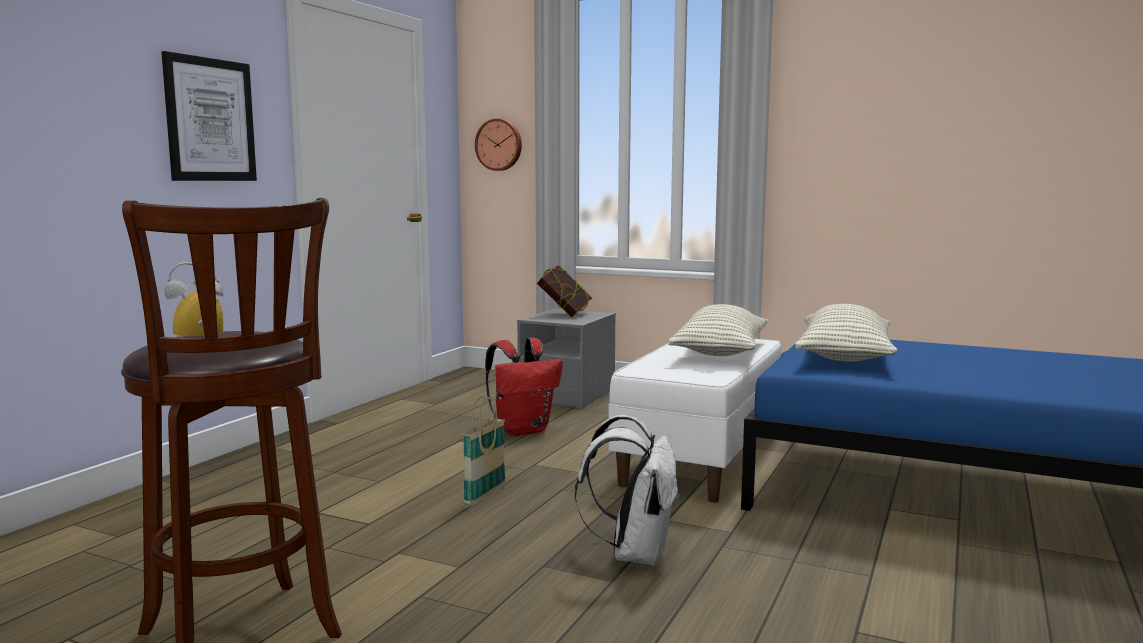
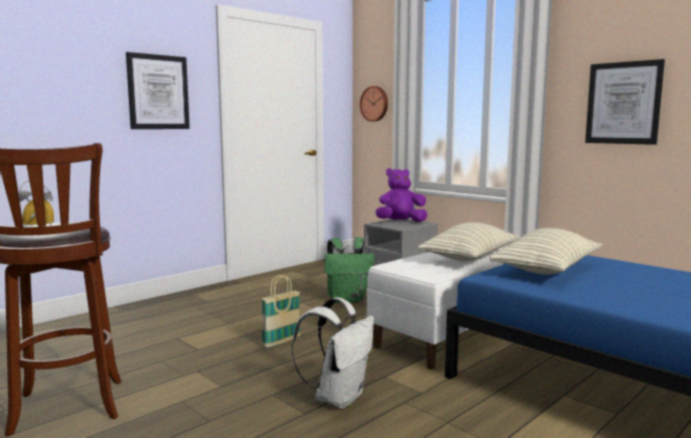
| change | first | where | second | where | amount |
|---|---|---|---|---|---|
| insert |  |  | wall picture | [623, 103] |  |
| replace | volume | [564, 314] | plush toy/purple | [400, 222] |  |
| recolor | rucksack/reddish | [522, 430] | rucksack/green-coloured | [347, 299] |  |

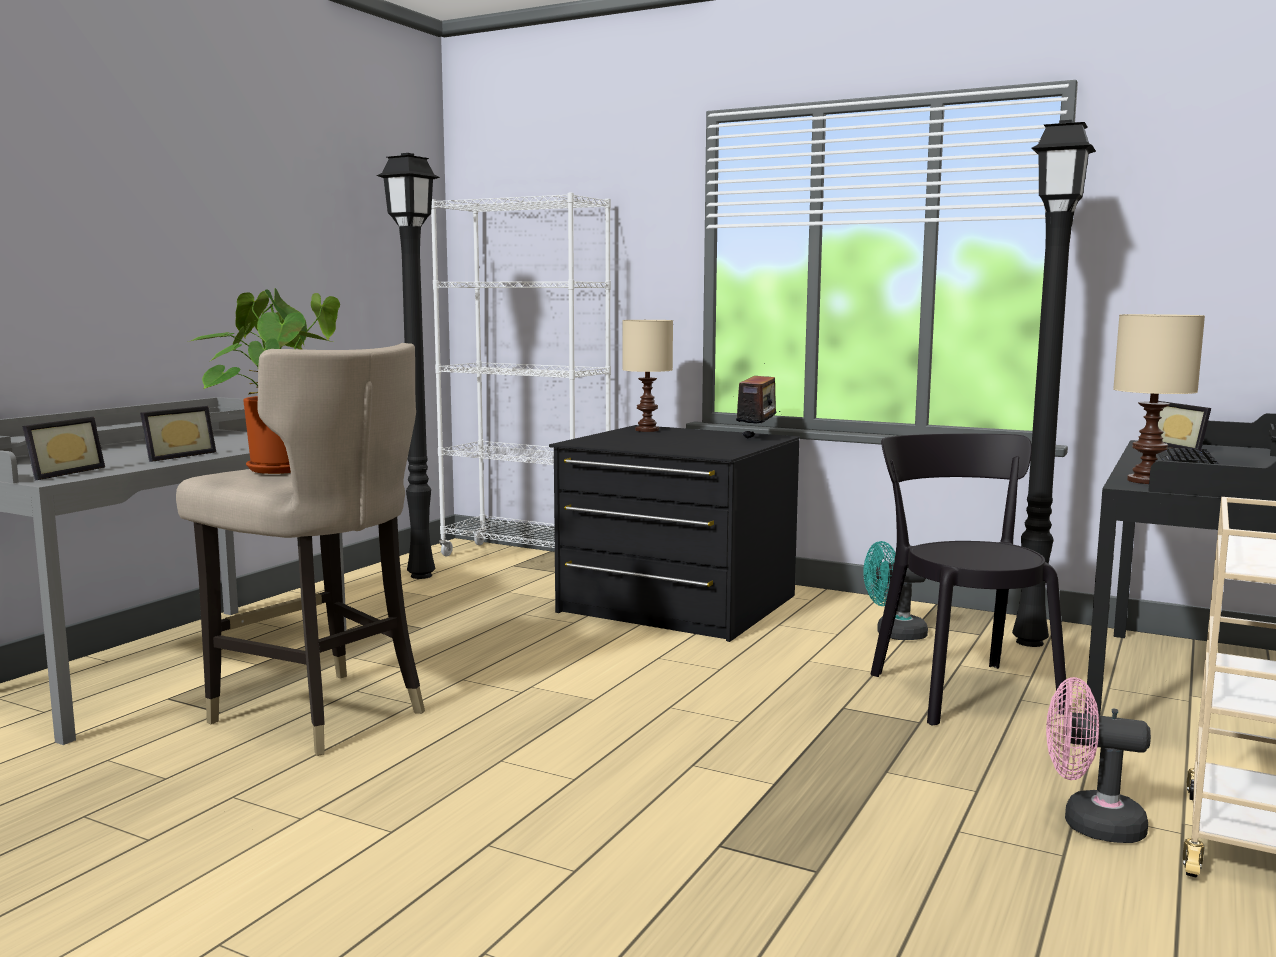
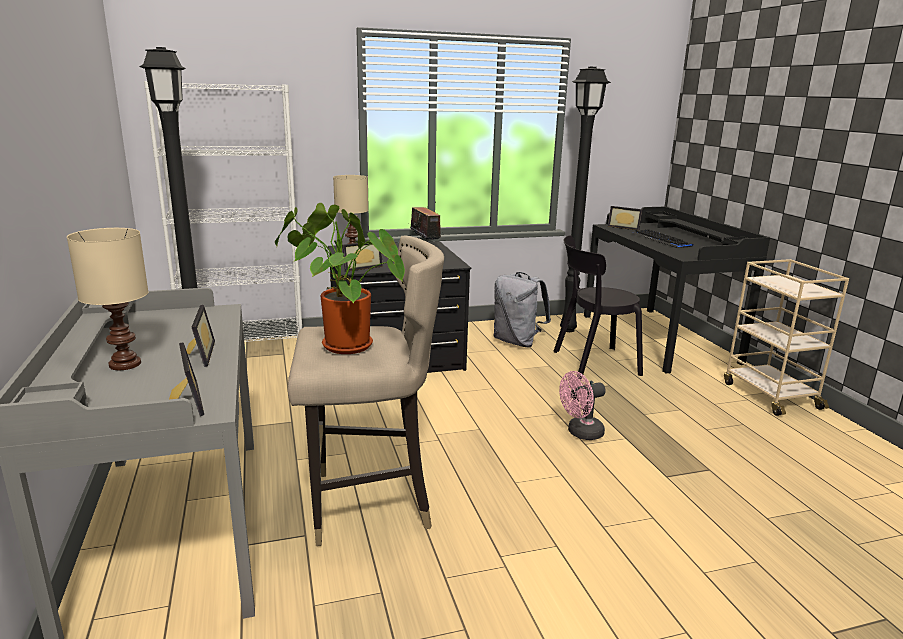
| change | first | where | second | where | amount |
|---|---|---|---|---|---|
| insert |  |  | photo frame | [361, 267] |  |
| move | fan/pink | [1089, 824] |  | [580, 433] |  |
| move | table lamp/beige-coloured | [1145, 481] |  | [123, 364] |  |
| replace | fan/turquoise-coloured | [893, 634] | rucksack/greyish | [517, 342] |  |
| rotate | plain chair/blackish | [960, 689] |  | [591, 363] | 45 degrees counterclockwise |

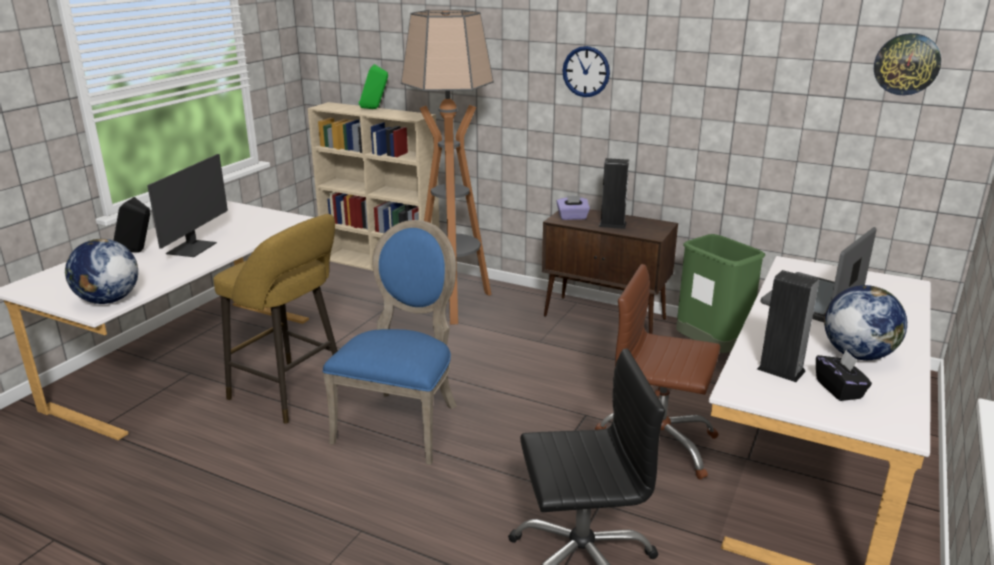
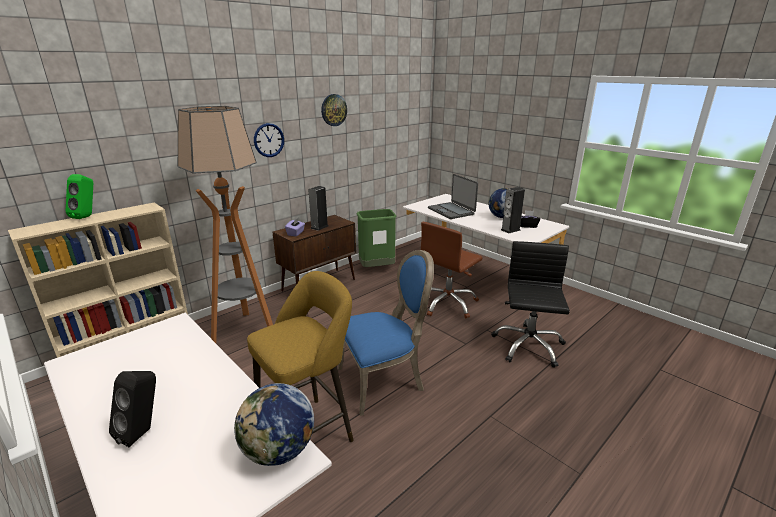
| change | first | where | second | where | amount |
|---|---|---|---|---|---|
| delete | computer screen | [193, 248] |  |  |  |
| move | hanging clock | [906, 64] |  | [333, 110] |  |
| rotate | plain chair/blue | [402, 422] |  | [384, 380] | 120 degrees clockwise |

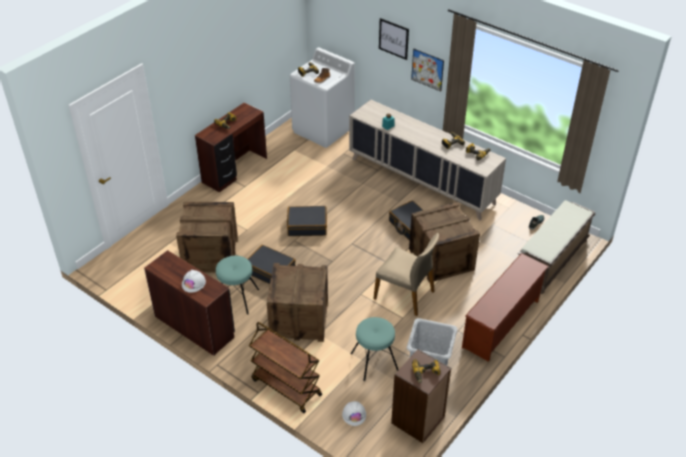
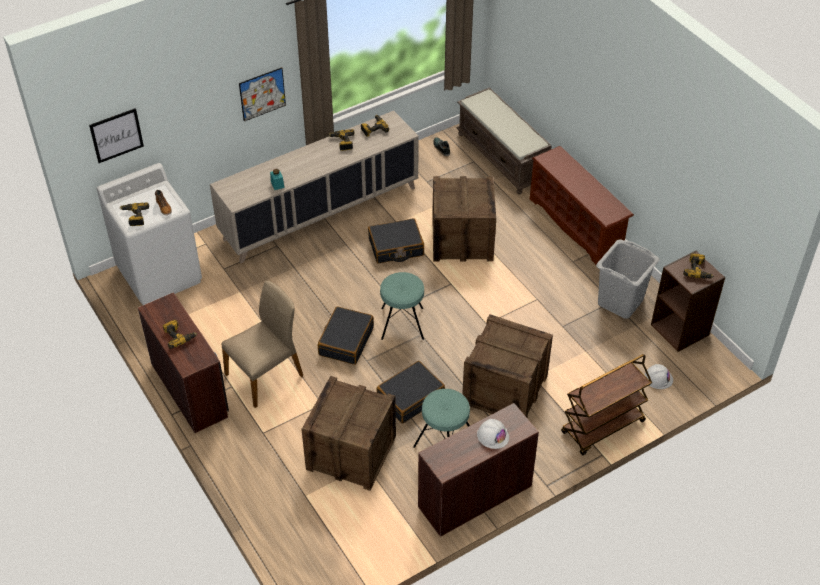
| change | first | where | second | where | amount |
|---|---|---|---|---|---|
| move | sitting stool/turquoise-coloured | [374, 361] |  | [402, 323] |  |
| move | plain chair/beige-coloured | [405, 294] |  | [265, 375] |  |
| move | wall picture | [393, 38] |  | [116, 135] |  |

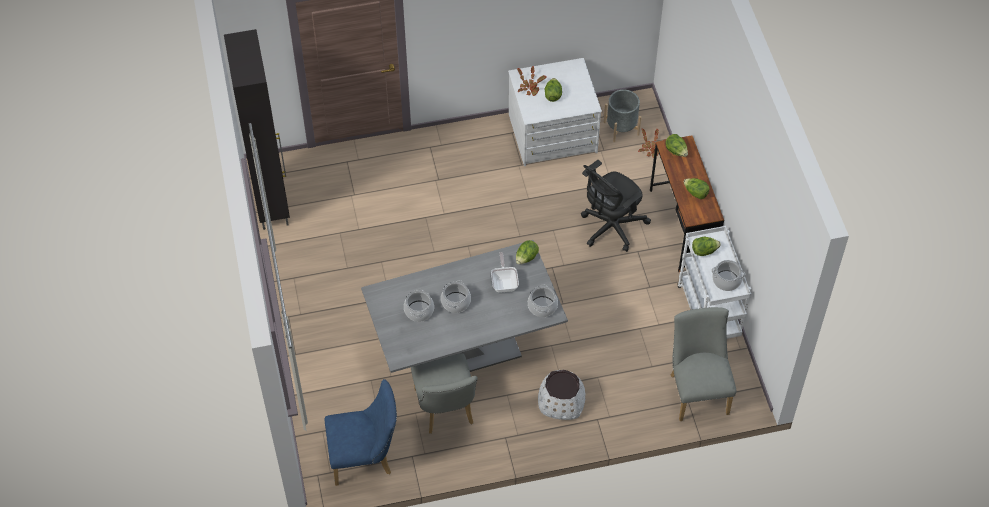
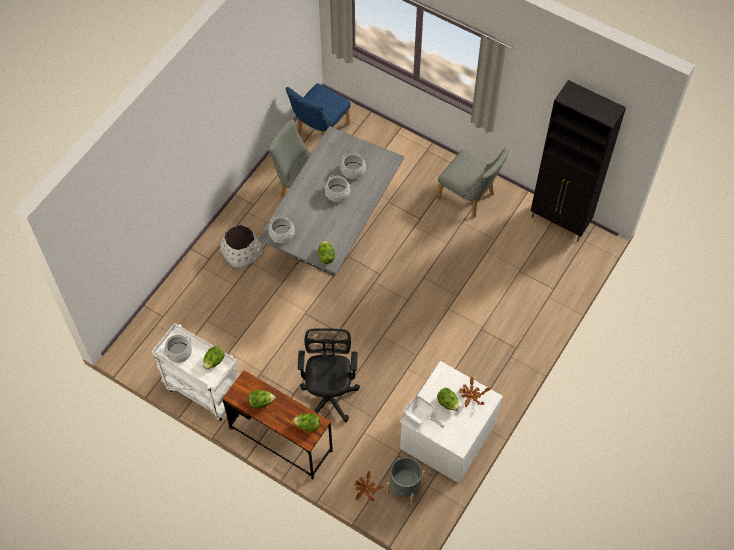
| change | first | where | second | where | amount |
|---|---|---|---|---|---|
| move | skillet | [504, 282] |  | [421, 416] |  |
| move | plain chair/greyish | [697, 390] |  | [469, 198] |  |

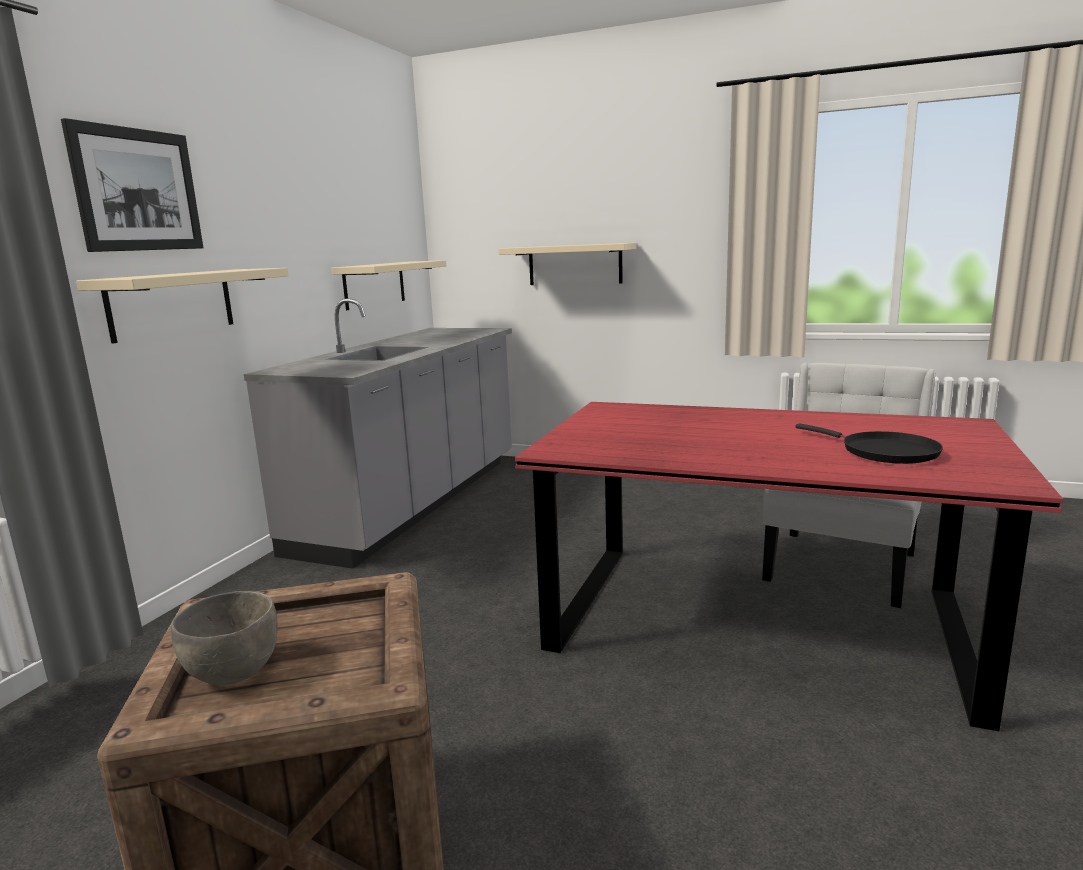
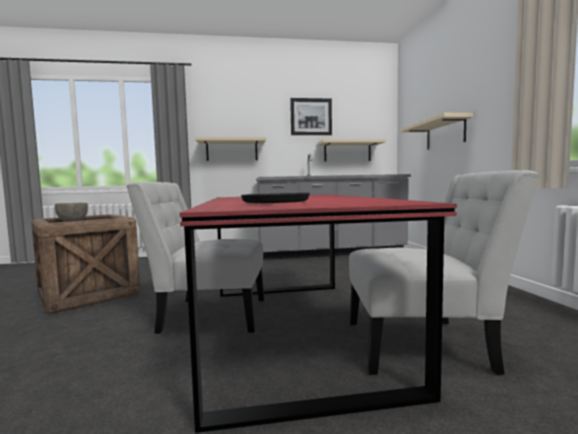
| change | first | where | second | where | amount |
|---|---|---|---|---|---|
| insert |  |  | plain chair/whitish | [208, 315] |  |
| move | wall picture | [137, 190] |  | [311, 117] |  |

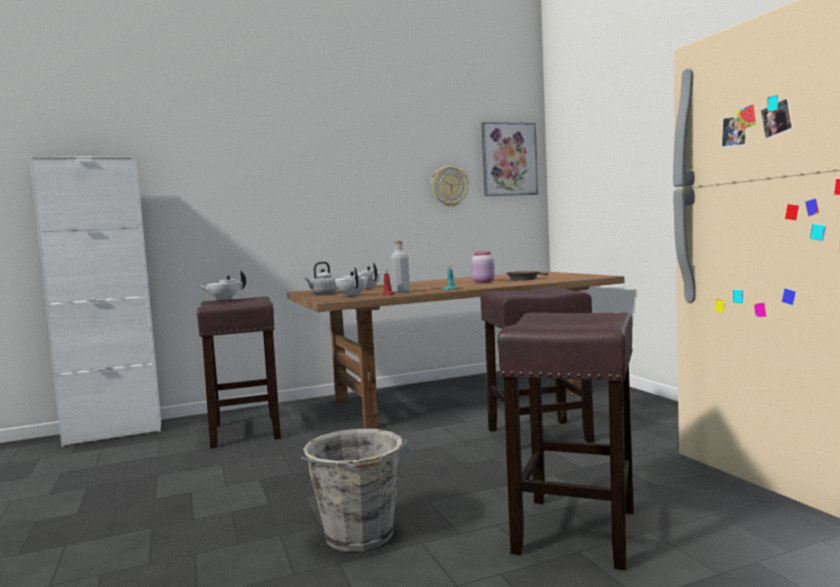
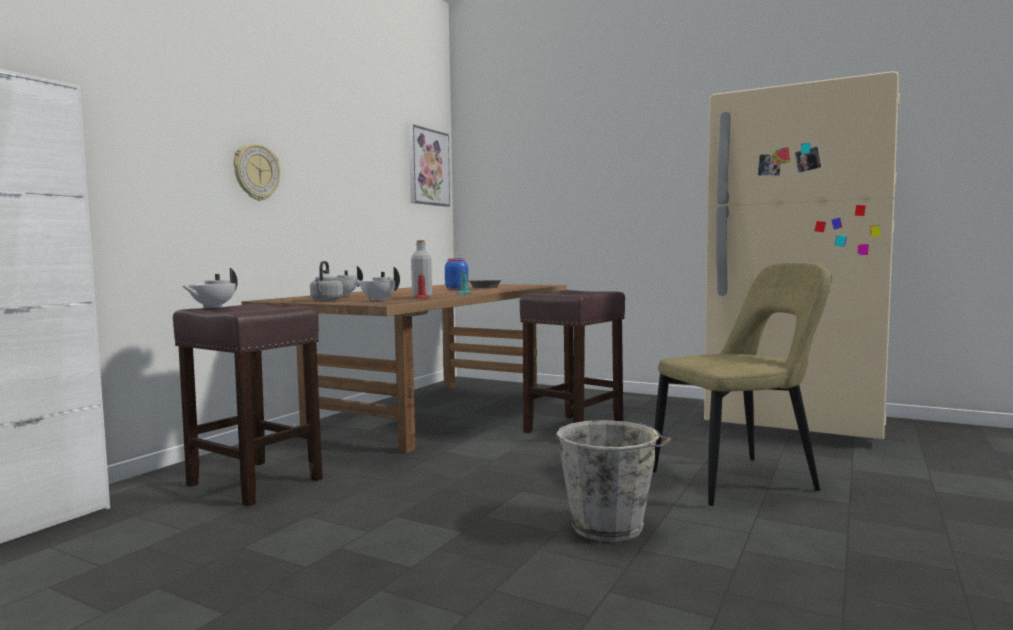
| change | first | where | second | where | amount |
|---|---|---|---|---|---|
| move | hanging clock | [449, 186] |  | [256, 172] |  |
| replace | sitting stool/brownish | [575, 532] | plain chair/beige-coloured | [740, 481] |  |
| recolor | jar/pink | [483, 282] | jar/blue | [456, 289] |  |

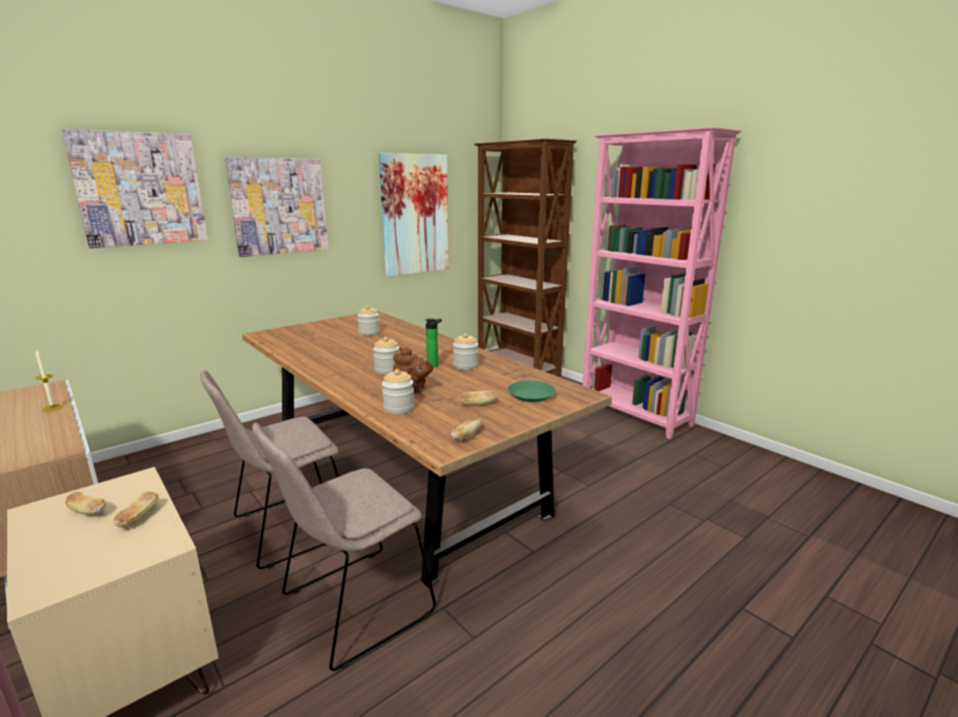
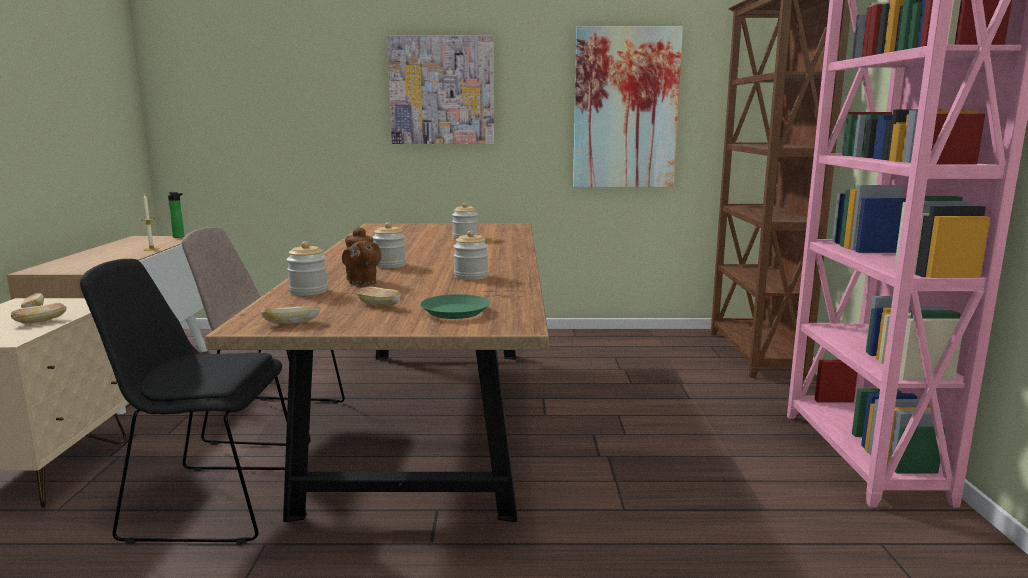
| change | first | where | second | where | amount |
|---|---|---|---|---|---|
| delete | wall picture | [140, 189] |  |  |  |
| move | bottle | [434, 365] |  | [180, 237] |  |
| recolor | plain chair/beige-coloured | [352, 607] | plain chair/blackish | [209, 503] |  |

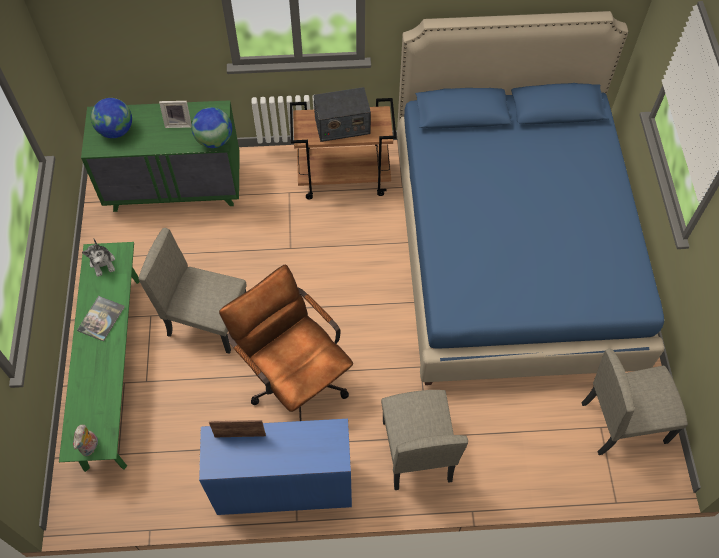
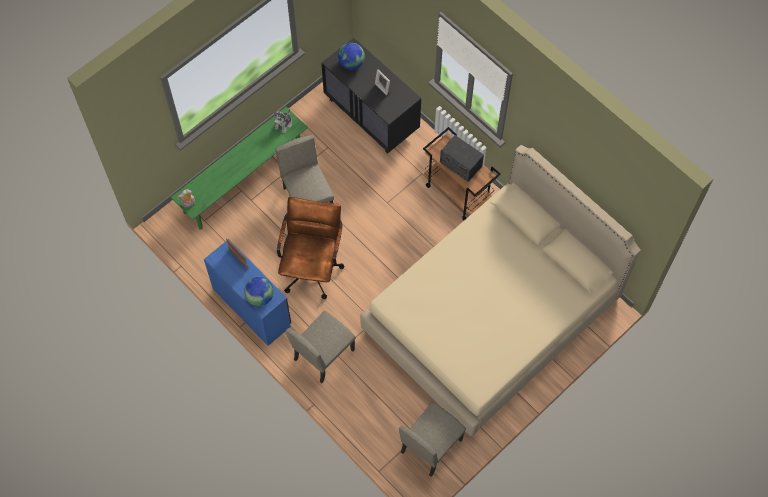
| change | first | where | second | where | amount |
|---|---|---|---|---|---|
| delete | volume | [101, 318] |  |  |  |
| move | desk globe | [214, 140] |  | [260, 297] |  |
| recolor | dresser/green-coloured | [175, 188] | dresser/blackish | [371, 116] |  |
| recolor | bedroom bed/blue | [511, 249] | bedroom bed/beige-coloured | [491, 315] |  |
| rotate | plain chair/beige-coloured | [623, 421] |  | [431, 445] | 90 degrees counterclockwise |

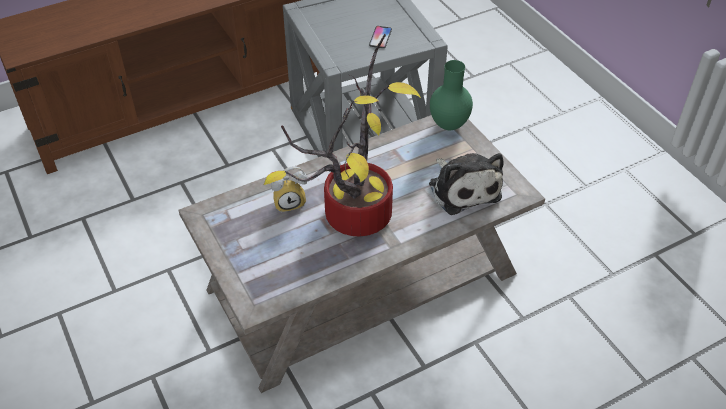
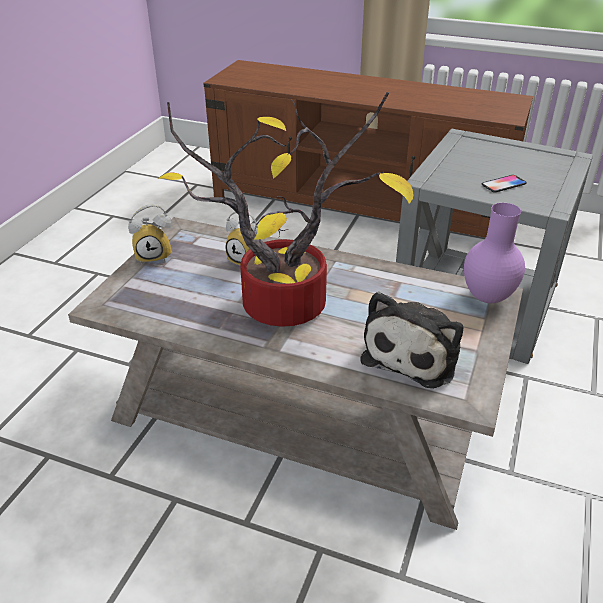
| change | first | where | second | where | amount |
|---|---|---|---|---|---|
| insert |  |  | bedside clock | [155, 255] |  |
| recolor | flower vase/green-coloured | [450, 125] | flower vase/purple | [488, 298] |  |

